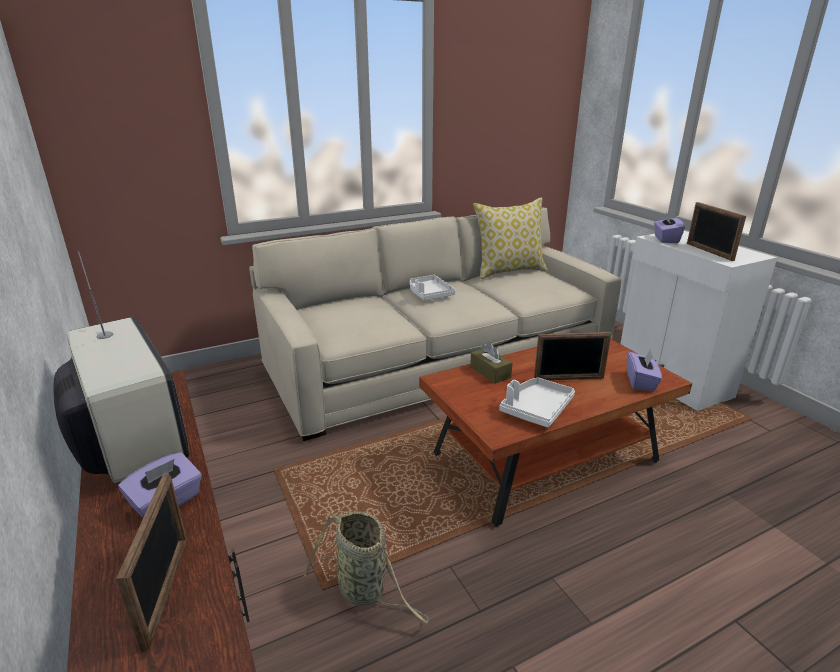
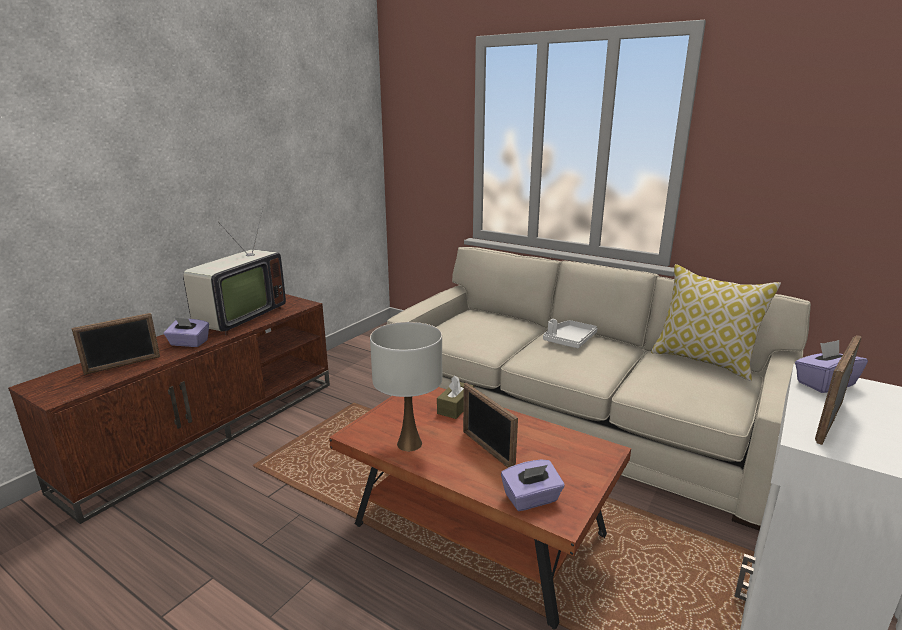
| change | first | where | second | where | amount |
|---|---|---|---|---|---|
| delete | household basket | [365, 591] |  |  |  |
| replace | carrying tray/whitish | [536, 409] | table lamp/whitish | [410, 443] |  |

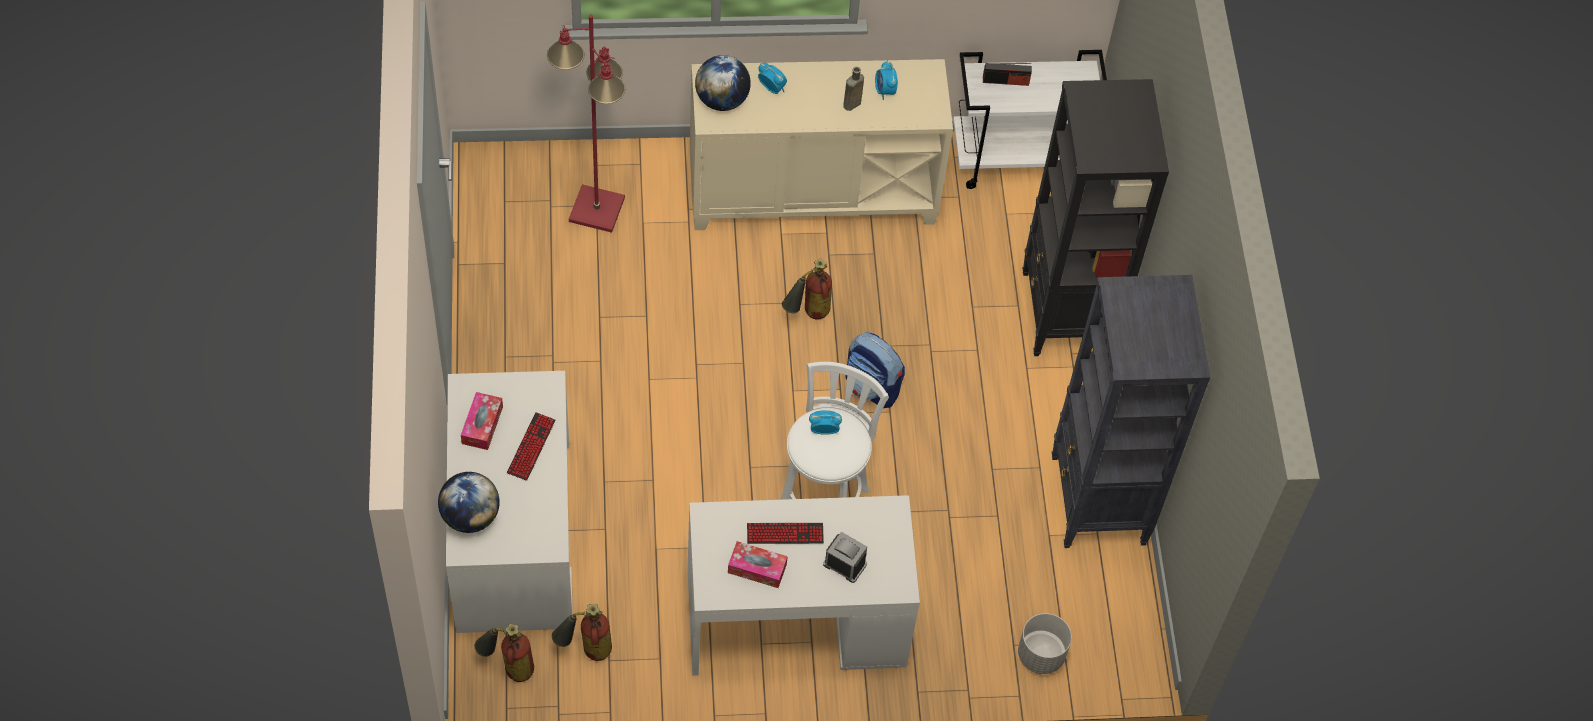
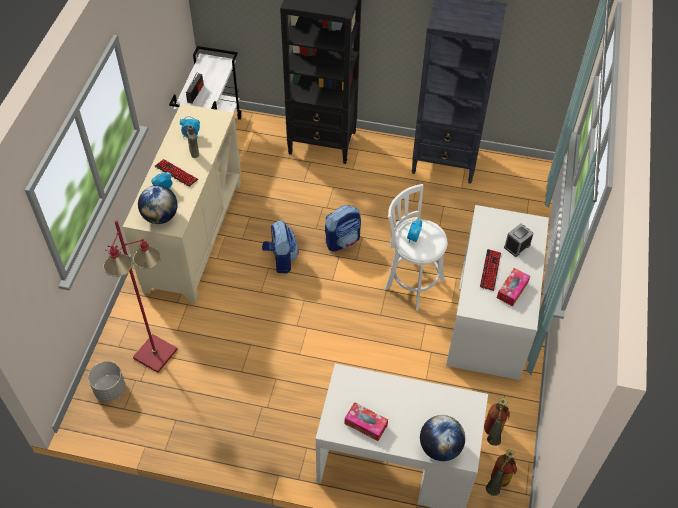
| change | first | where | second | where | amount |
|---|---|---|---|---|---|
| move | keyboard | [531, 447] |  | [176, 173] |  |
| move | planter/greyish | [1040, 655] |  | [110, 390] |  |
| replace | extinguisher | [807, 315] | rucksack | [281, 259] |  |

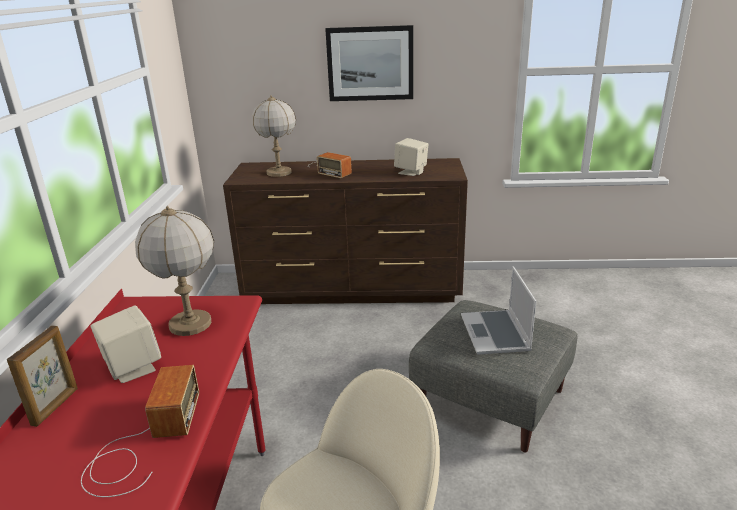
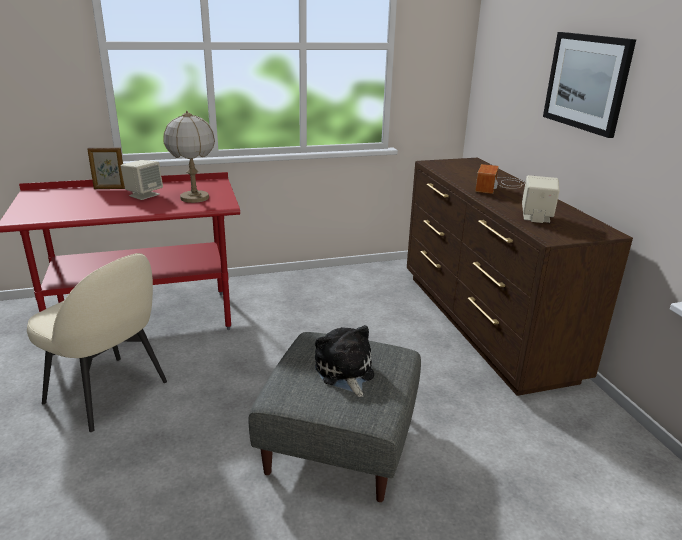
| change | first | where | second | where | amount |
|---|---|---|---|---|---|
| delete | radio set | [144, 443] |  |  |  |
| delete | table lamp | [279, 172] |  |  |  |
| replace | portable computer | [496, 334] | plush toy | [345, 372] |  |

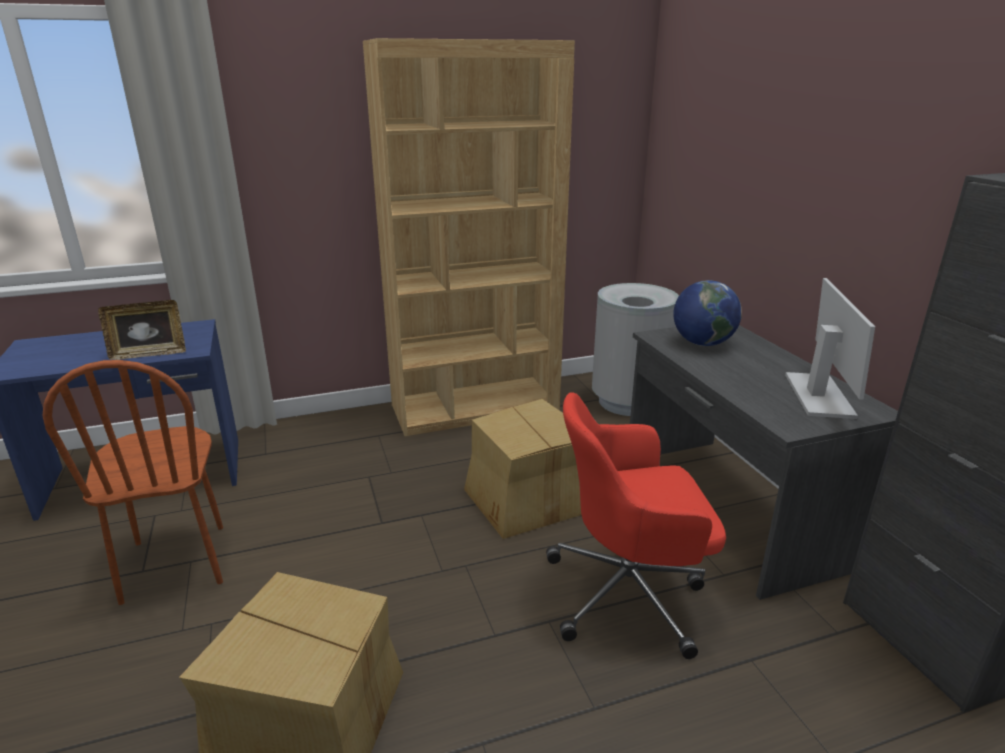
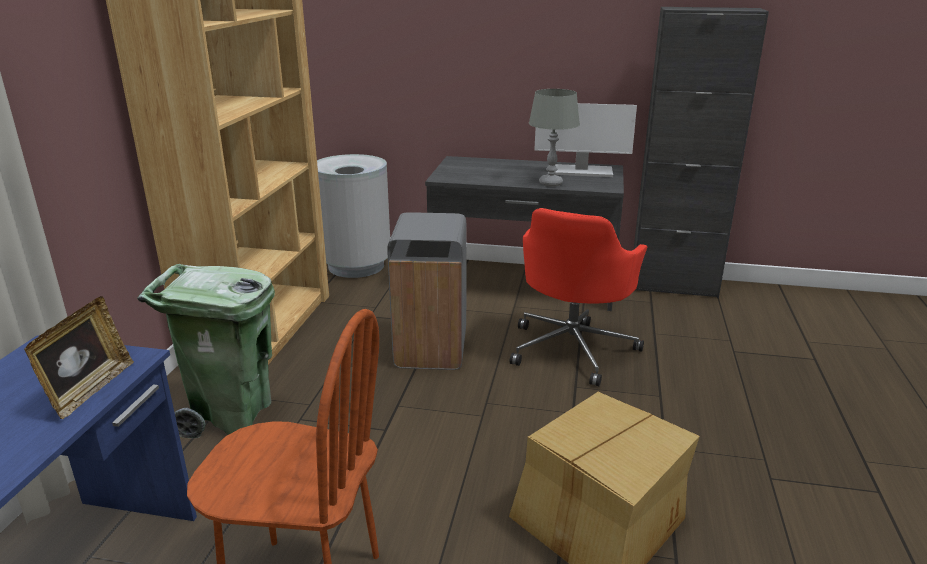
| change | first | where | second | where | amount |
|---|---|---|---|---|---|
| delete | desk globe | [702, 343] |  |  |  |
| insert |  |  | rubbish bin/green-coloured | [232, 415] |  |
| insert |  |  | table lamp/greyish | [550, 183] |  |
| replace | packing box | [528, 498] | rubbish bin/greyish | [432, 349] |  |
| rotate | computer screen | [819, 396] |  | [580, 171] | 150 degrees clockwise |

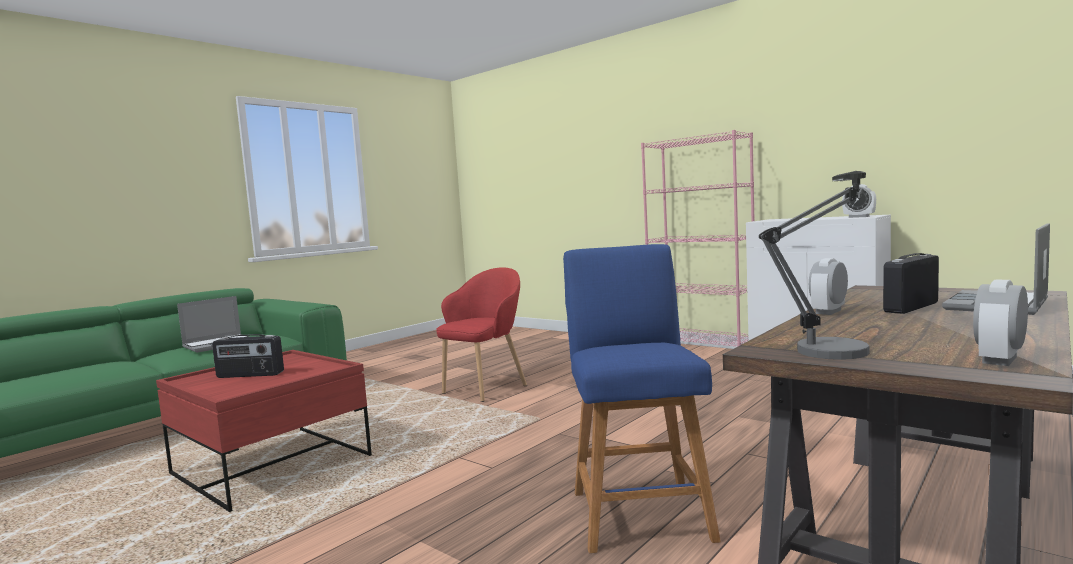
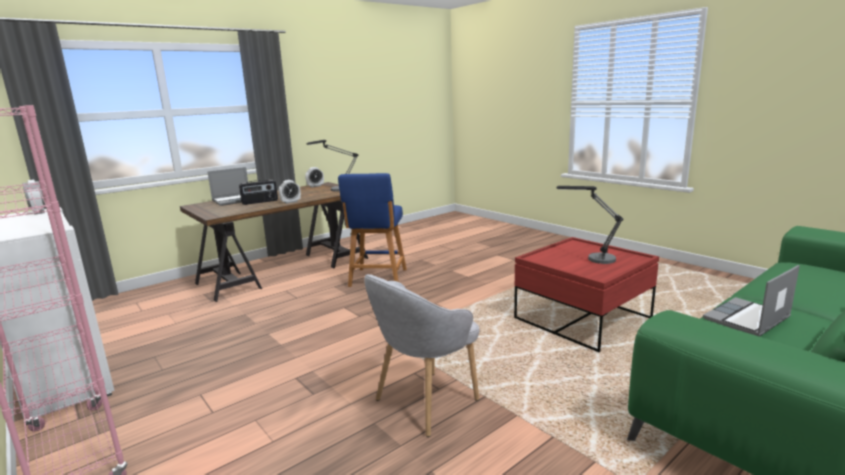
| change | first | where | second | where | amount |
|---|---|---|---|---|---|
| replace | radio set | [250, 375] | table lamp | [593, 258] |  |
| recolor | easy chair/reddish | [486, 388] | easy chair/greyish | [425, 402] |  |

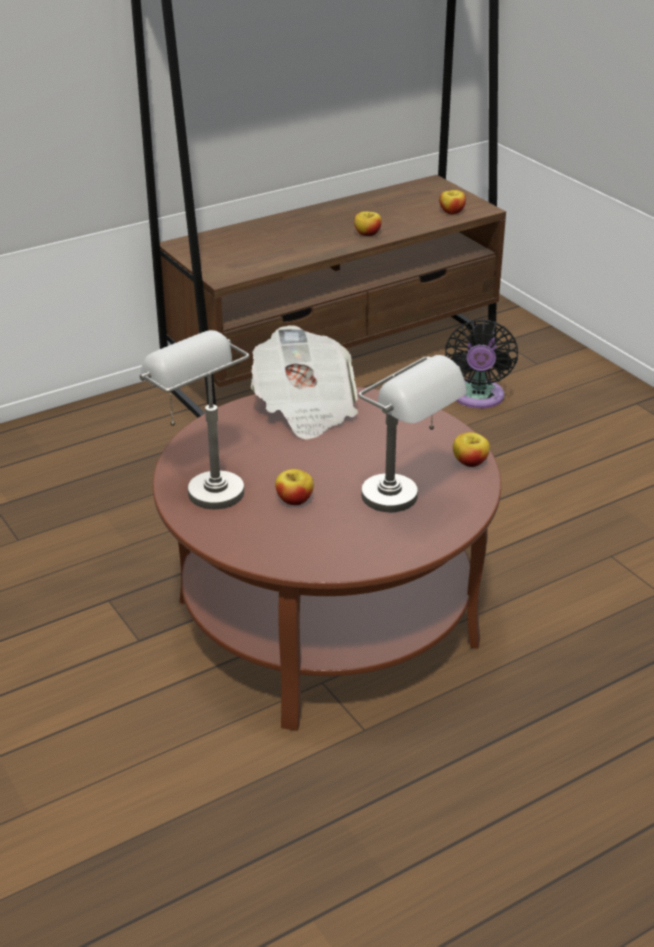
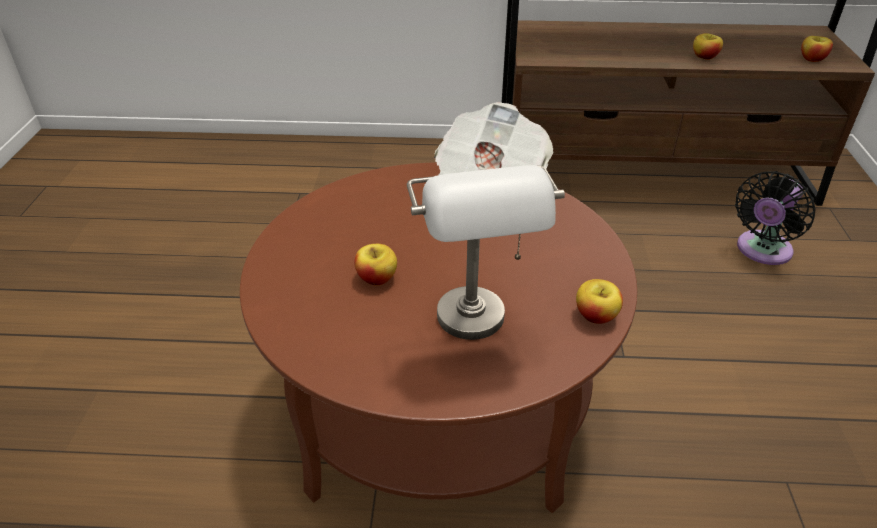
| change | first | where | second | where | amount |
|---|---|---|---|---|---|
| delete | table lamp/greyish | [202, 485] |  |  |  |

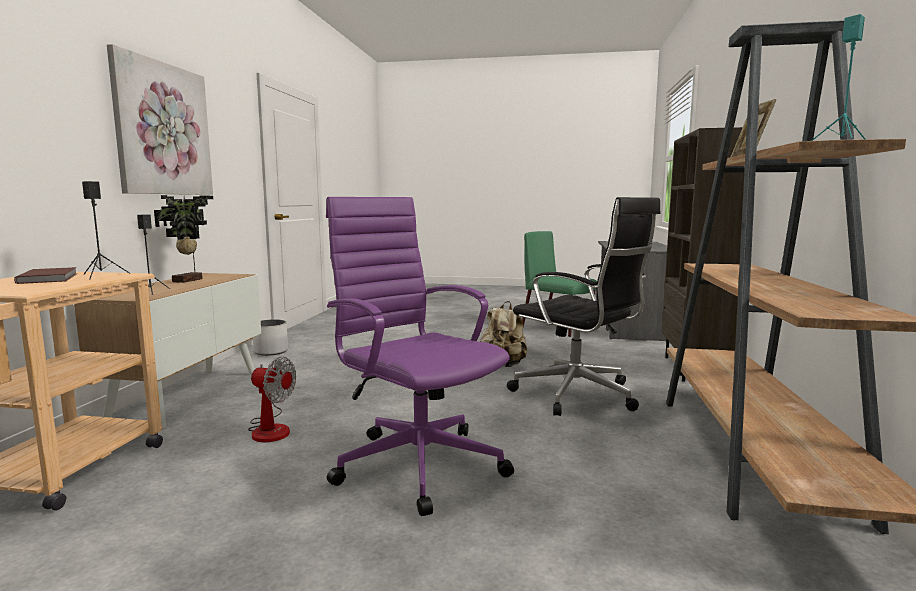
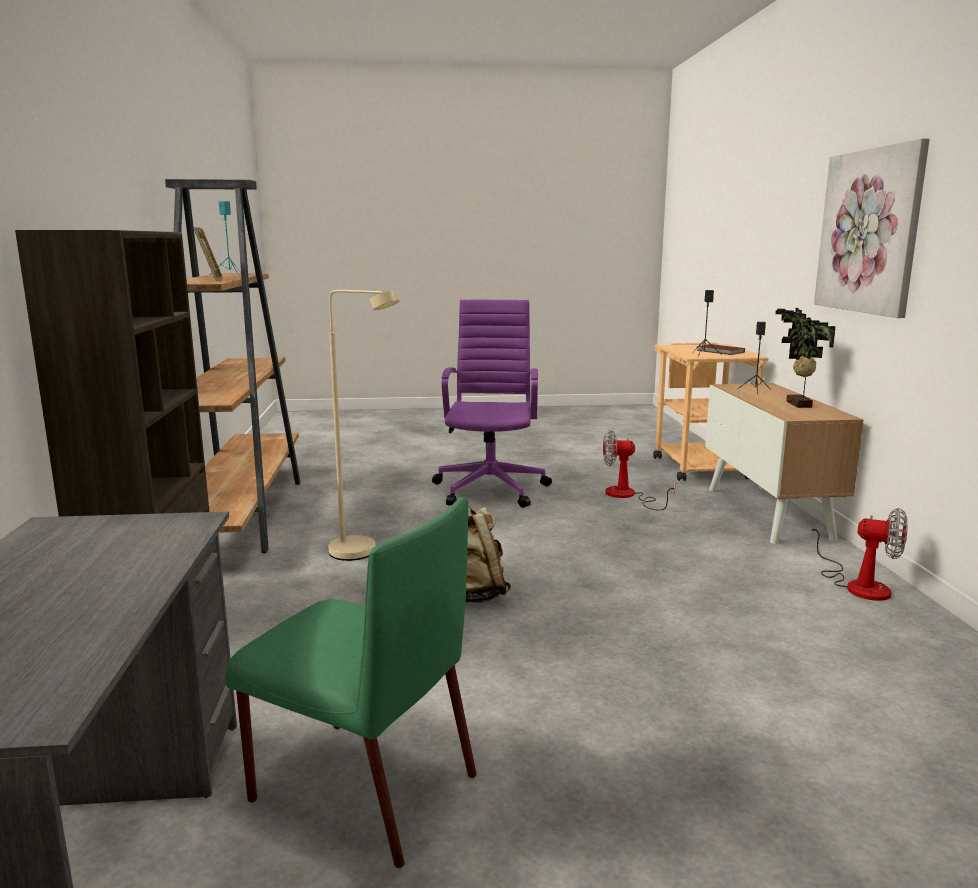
| change | first | where | second | where | amount |
|---|---|---|---|---|---|
| replace | planter/whitish | [271, 351] | fan | [858, 584] |  |
| replace | office chair/blackish | [578, 395] | floor lamp/beige-coloured | [363, 554] |  |
| rotate | office chair/purple | [417, 463] |  | [491, 488] | 120 degrees counterclockwise |

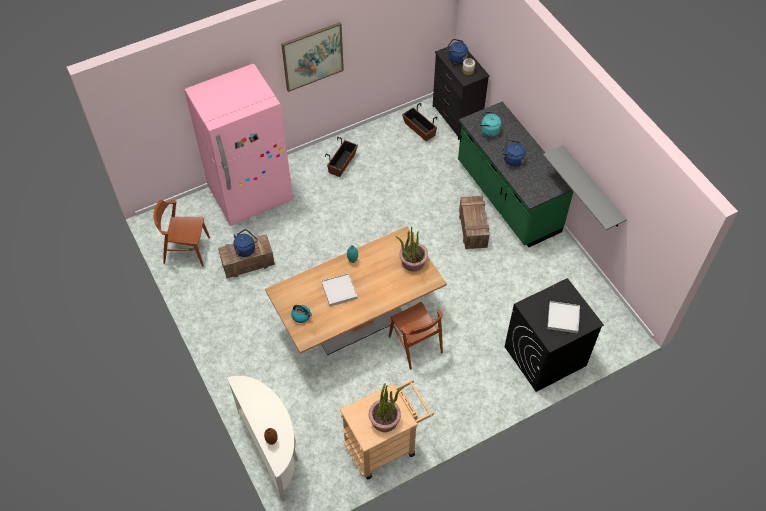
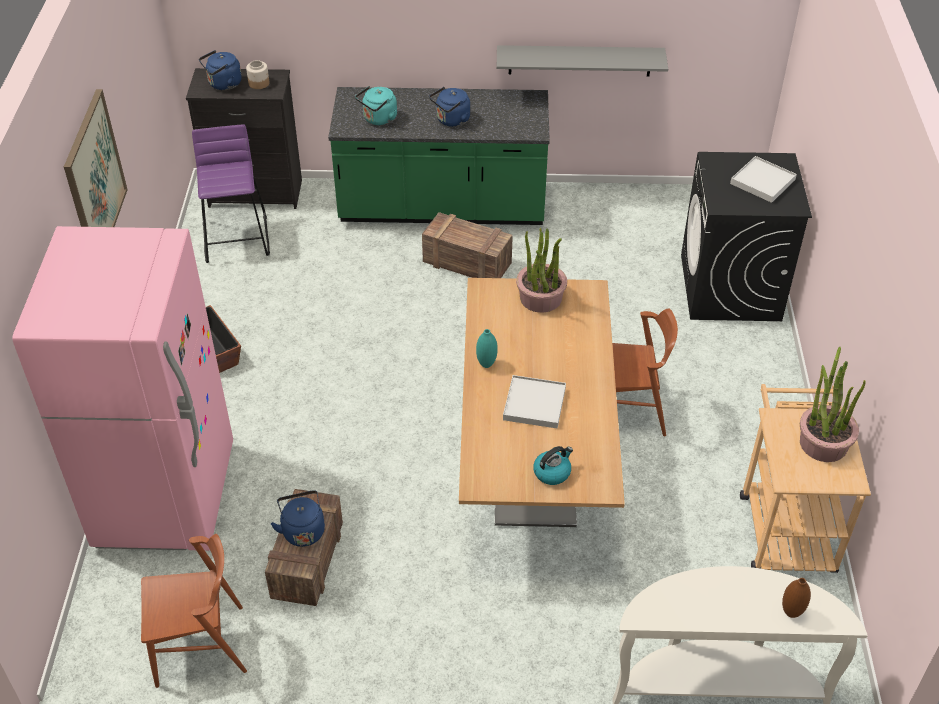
| change | first | where | second | where | amount |
|---|---|---|---|---|---|
| replace | planter | [419, 129] | sitting stool/purple | [237, 238] |  |
| rotate | plain chair/brownish | [186, 250] |  | [200, 645] | 135 degrees counterclockwise |

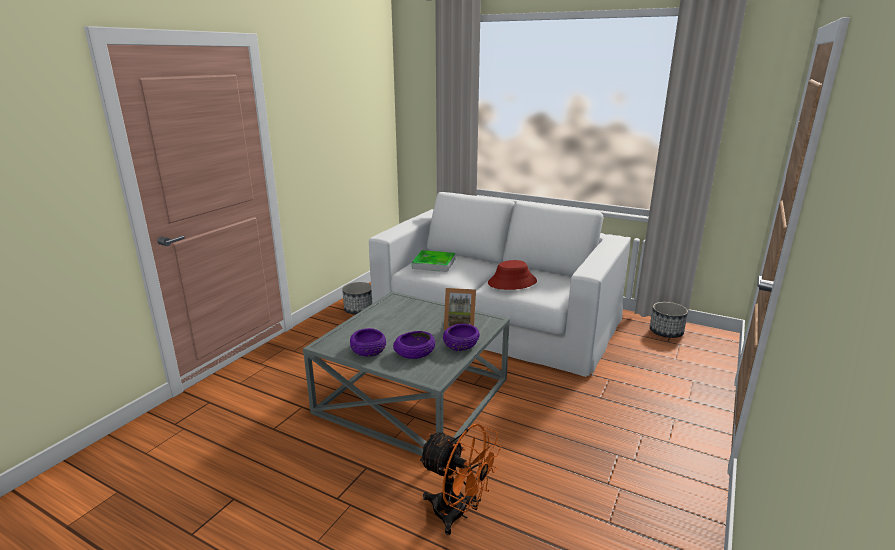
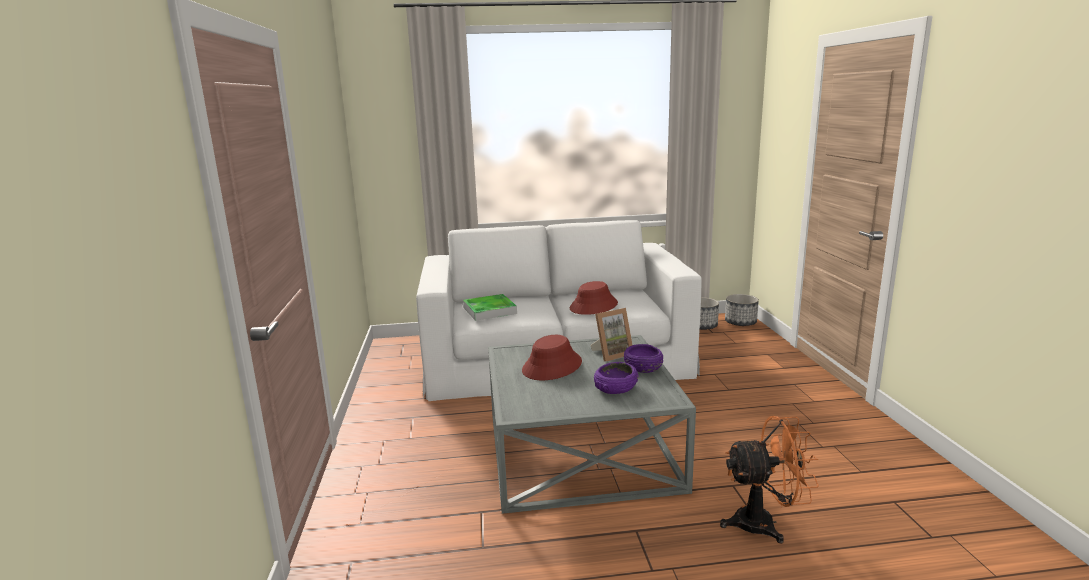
| change | first | where | second | where | amount |
|---|---|---|---|---|---|
| delete | serving bowl/purple | [368, 350] |  |  |  |
| insert |  |  | wearable hat/reddish | [552, 366] |  |
| move | planter | [358, 310] |  | [740, 322] |  |

